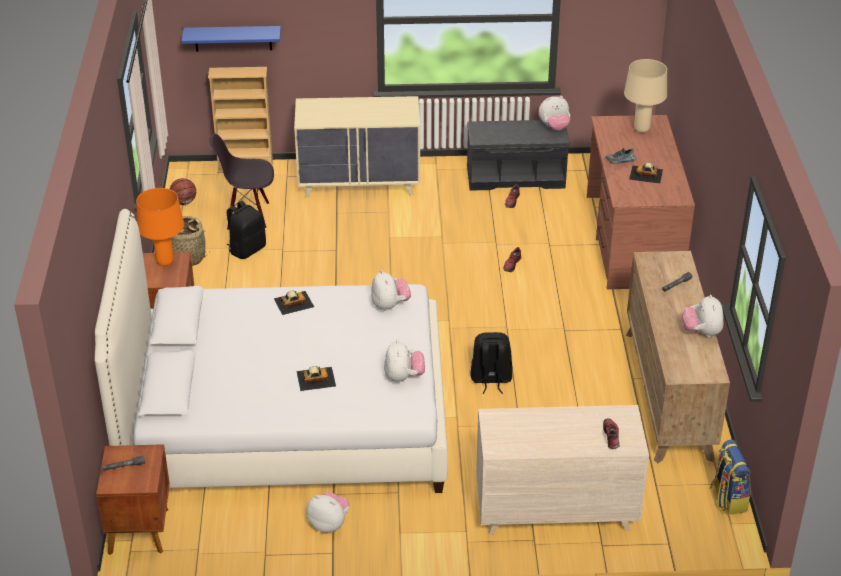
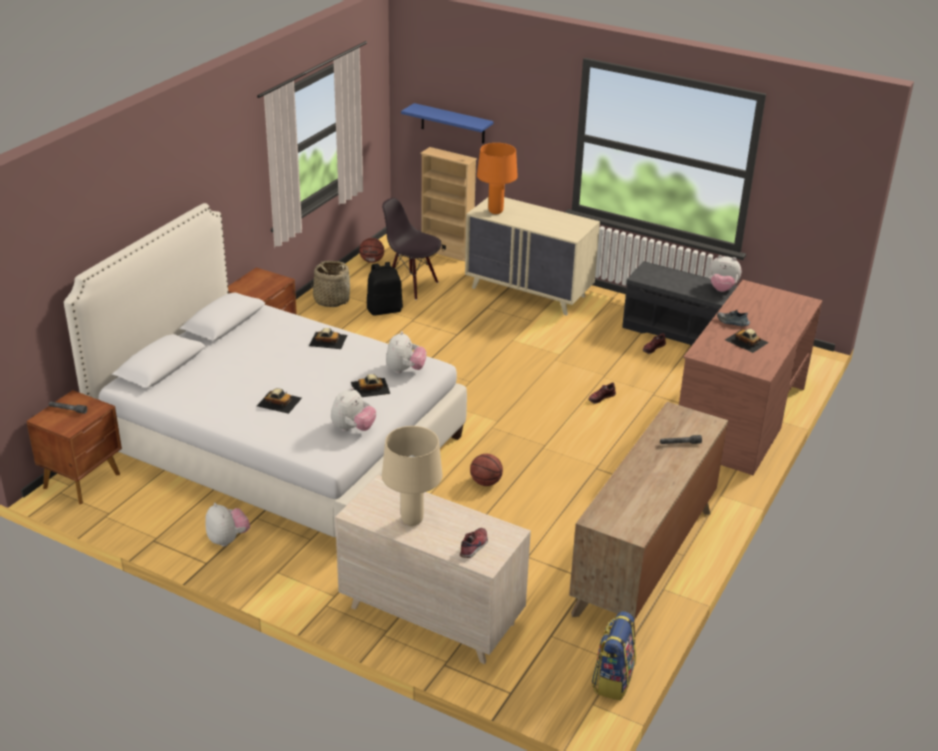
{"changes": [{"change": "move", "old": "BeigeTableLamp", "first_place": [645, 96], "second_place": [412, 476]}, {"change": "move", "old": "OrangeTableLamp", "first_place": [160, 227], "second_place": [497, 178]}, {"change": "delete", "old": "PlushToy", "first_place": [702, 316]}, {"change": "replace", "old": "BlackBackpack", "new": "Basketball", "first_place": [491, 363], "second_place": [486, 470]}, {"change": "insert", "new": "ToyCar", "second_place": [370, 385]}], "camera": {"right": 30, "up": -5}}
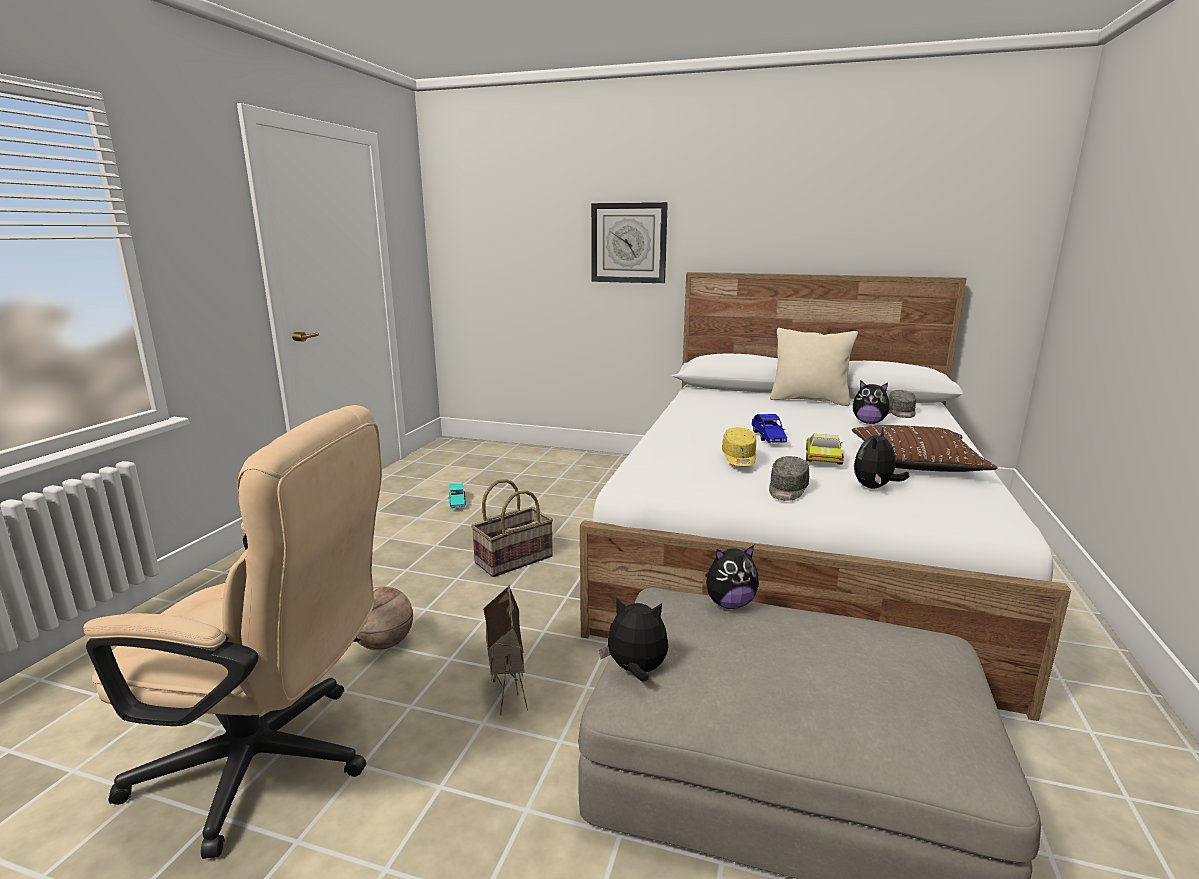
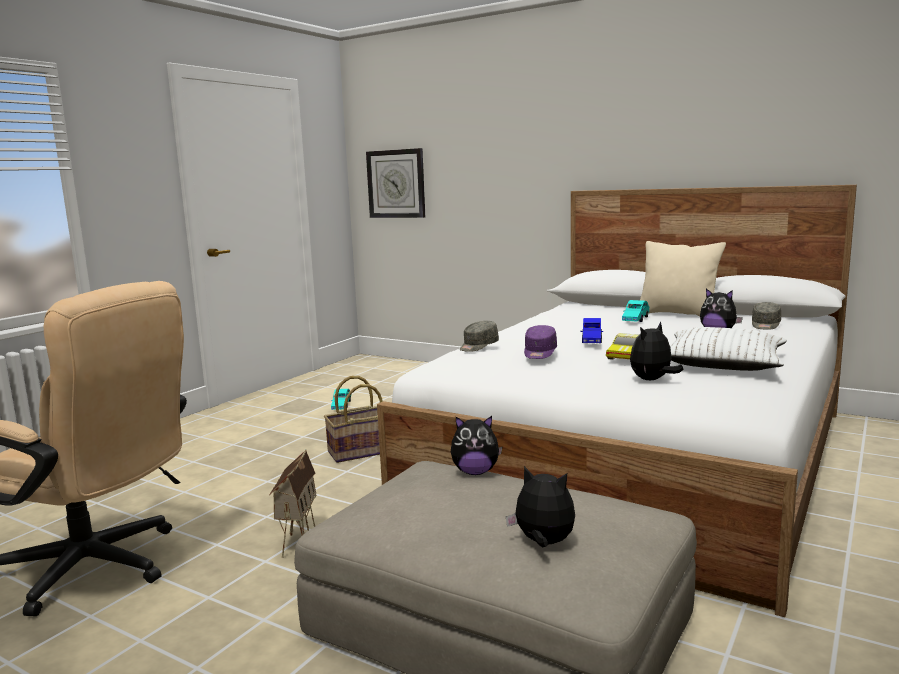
{"changes": [{"change": "move", "old": "WallClock", "first_place": [629, 242], "second_place": [395, 183]}, {"change": "recolor", "old": "BrownPillow", "new": "WhitePillow", "first_place": [925, 448], "second_place": [728, 349]}, {"change": "recolor", "old": "YellowCap", "new": "PurpleCap", "first_place": [739, 446], "second_place": [540, 342]}, {"change": "move", "old": "GreyCap", "first_place": [789, 478], "second_place": [479, 336]}, {"change": "delete", "old": "Basketball", "first_place": [385, 618]}, {"change": "move", "old": "PlushToy", "first_place": [633, 639], "second_place": [540, 507]}, {"change": "insert", "new": "TurquoiseToyCar", "second_place": [635, 311]}], "camera": {"right": 15, "up": -5}}
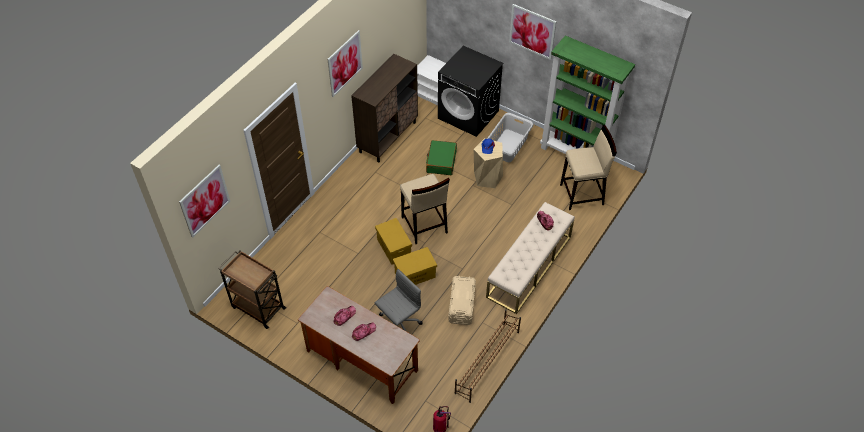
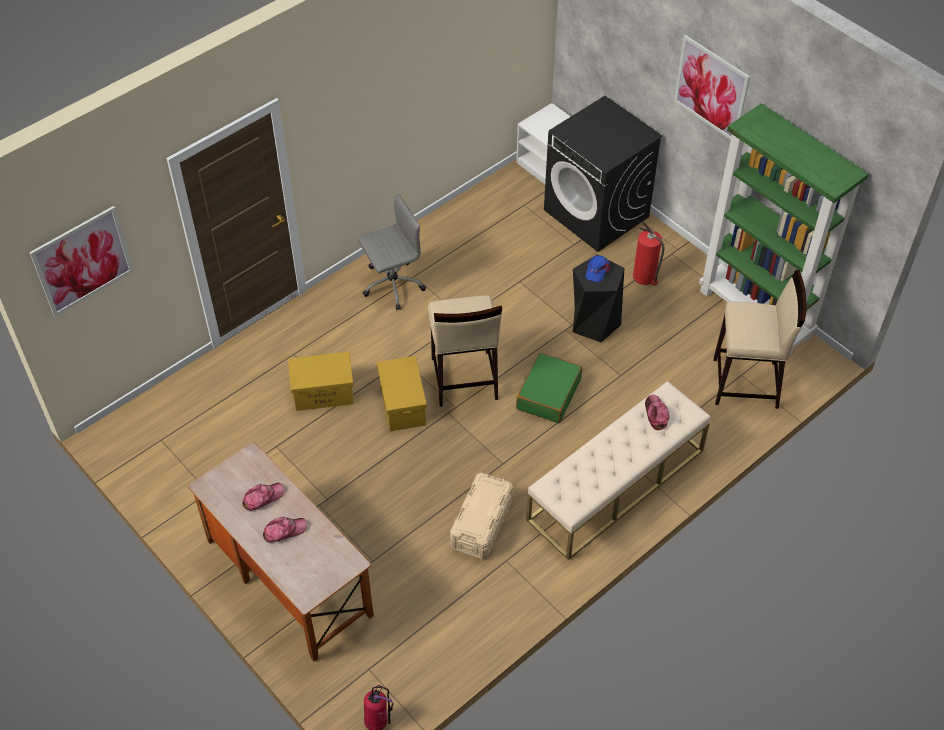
{"changes": [{"change": "delete", "old": "Picture", "first_place": [345, 63]}, {"change": "delete", "old": "BrownCabinet", "first_place": [384, 108]}, {"change": "replace", "old": "GreyLaundryBasket", "new": "FireExtinguisher", "first_place": [510, 137], "second_place": [649, 254]}, {"change": "recolor", "old": "BeigeStool", "new": "BlackStool", "first_place": [488, 163], "second_place": [598, 298]}, {"change": "move", "old": "GreenSuitcase", "first_place": [441, 157], "second_place": [549, 388]}, {"change": "move", "old": "YellowStorageBox", "first_place": [415, 266], "second_place": [321, 381]}, {"change": "delete", "old": "BrownCart", "first_place": [252, 289]}, {"change": "move", "old": "GreyOfficeChair", "first_place": [399, 300], "second_place": [392, 251]}, {"change": "delete", "old": "BrownShoeRack", "first_place": [487, 356]}], "camera": {"right": 15, "up": 0}}
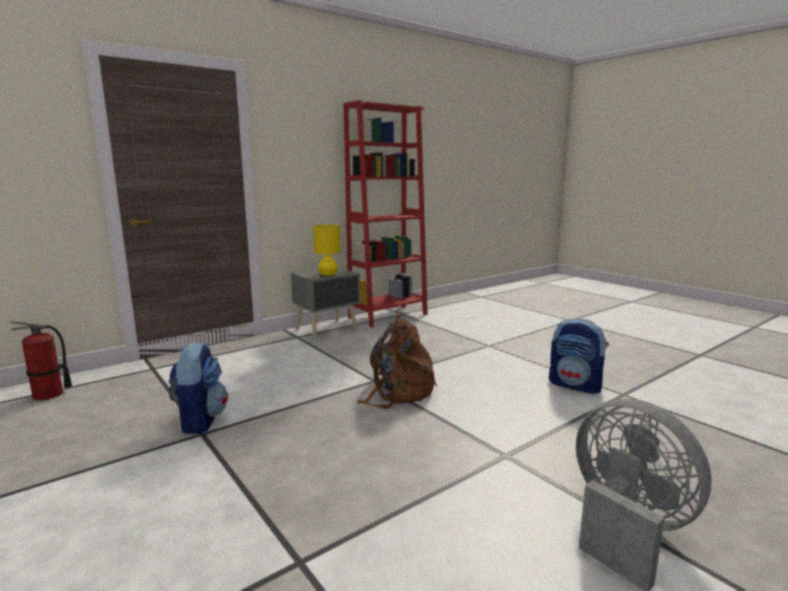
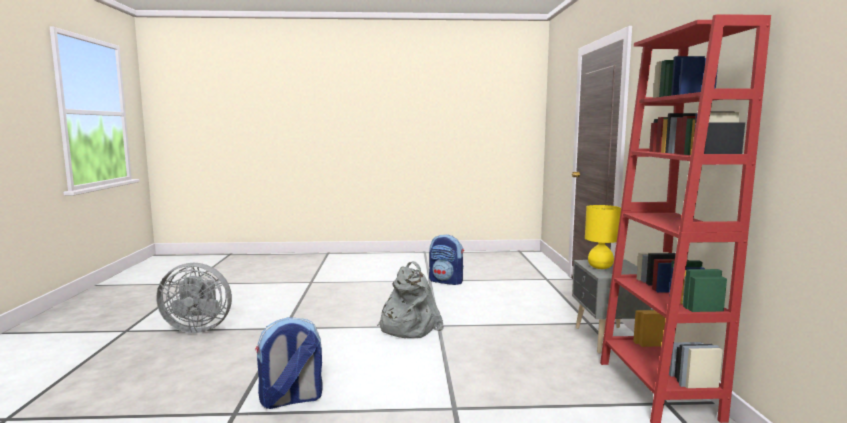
{"changes": [{"change": "recolor", "old": "BrownBackpack", "new": "GreyBackpack", "first_place": [397, 360], "second_place": [410, 299]}, {"change": "delete", "old": "FireExtinguisher", "first_place": [41, 361]}], "camera": {"right": 125, "up": -5}}
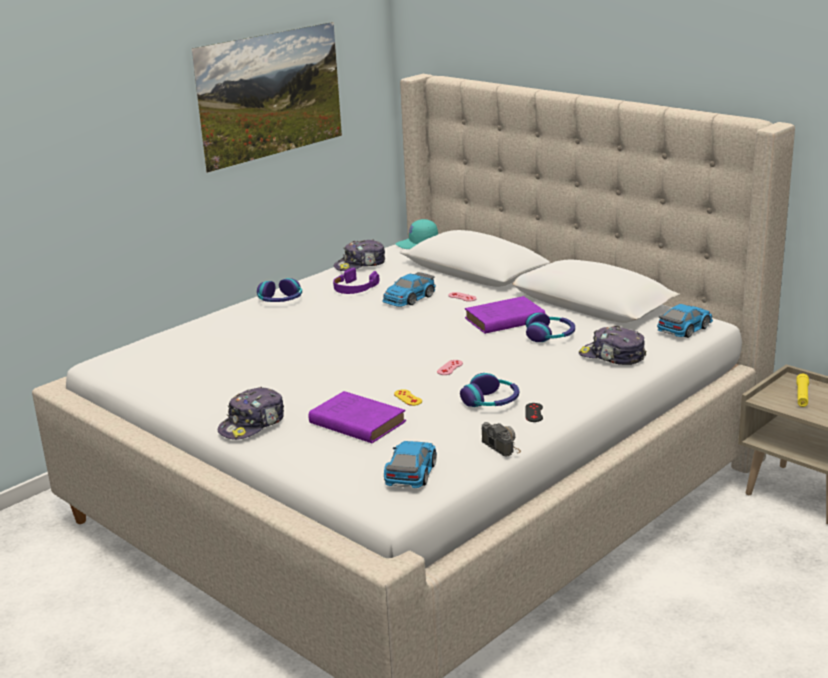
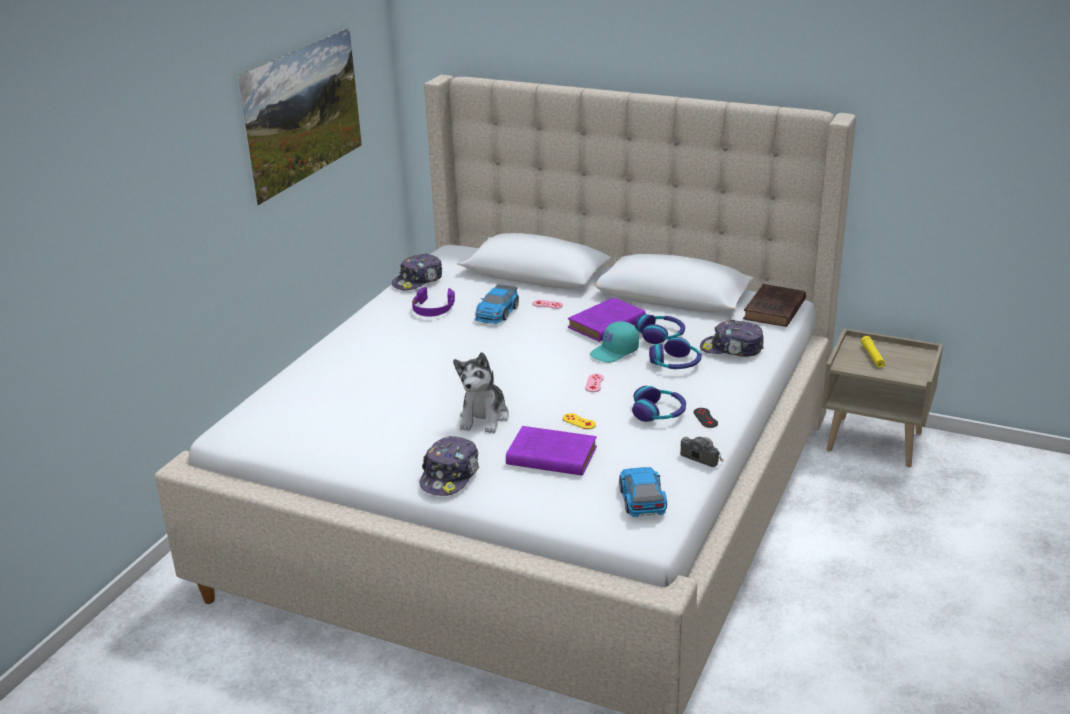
{"changes": [{"change": "move", "old": "TurquoiseCap", "first_place": [416, 234], "second_place": [614, 342]}, {"change": "move", "old": "Headphones", "first_place": [279, 290], "second_place": [675, 353]}, {"change": "replace", "old": "ToyCar", "new": "BrownBook", "first_place": [685, 321], "second_place": [774, 305]}, {"change": "insert", "new": "PlushToy", "second_place": [481, 392]}], "camera": {"right": -20, "up": 5}}
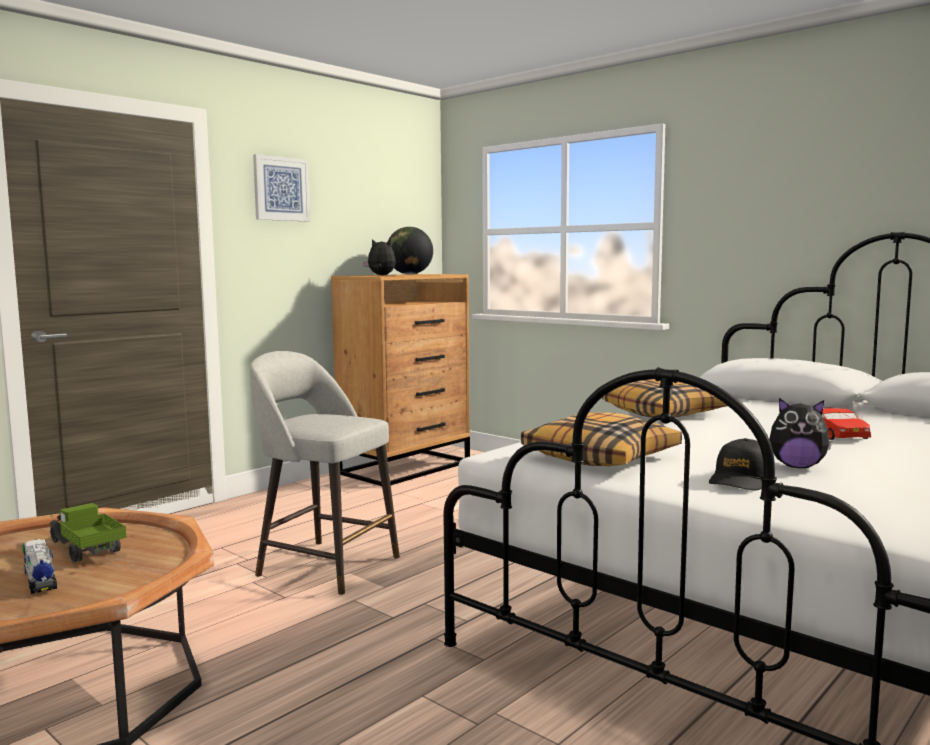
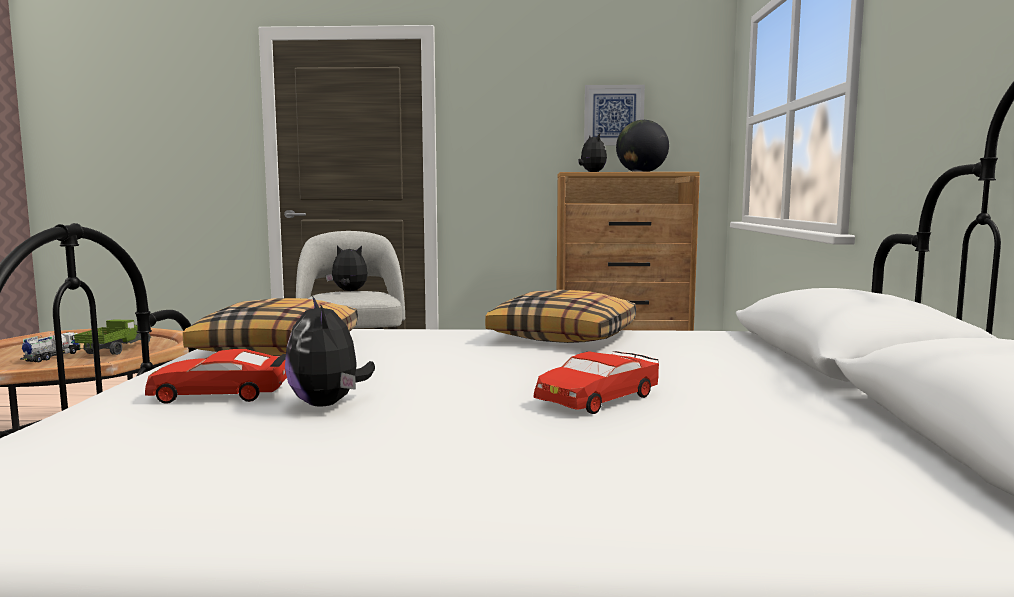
{"changes": [{"change": "move", "old": "Picture", "first_place": [281, 187], "second_place": [614, 115]}, {"change": "replace", "old": "BlackCap", "new": "RedToyCar", "first_place": [736, 464], "second_place": [216, 376]}, {"change": "insert", "new": "PlushToy", "second_place": [347, 268]}], "camera": {"right": 50, "up": 0}}
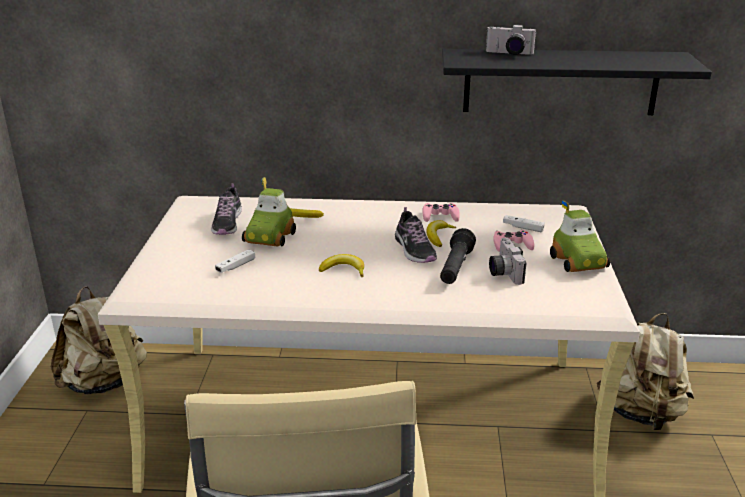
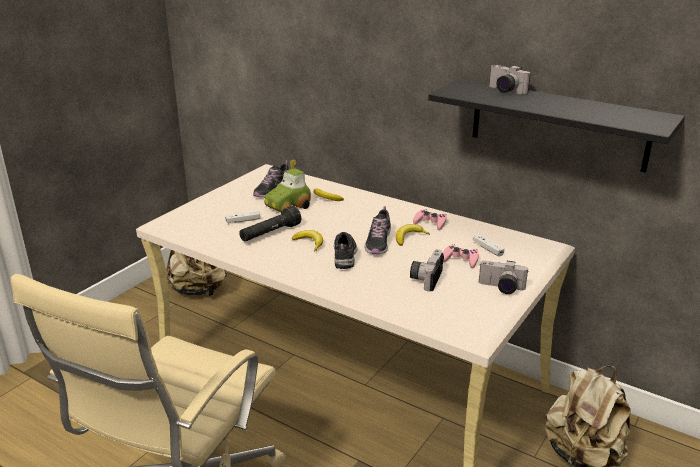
{"changes": [{"change": "replace", "old": "ToyCar", "new": "PhotoCamera", "first_place": [580, 236], "second_place": [504, 277]}, {"change": "move", "old": "BlackFlashlight", "first_place": [458, 256], "second_place": [270, 224]}, {"change": "insert", "new": "Shoe", "second_place": [345, 250]}], "camera": {"right": 30, "up": 0}}
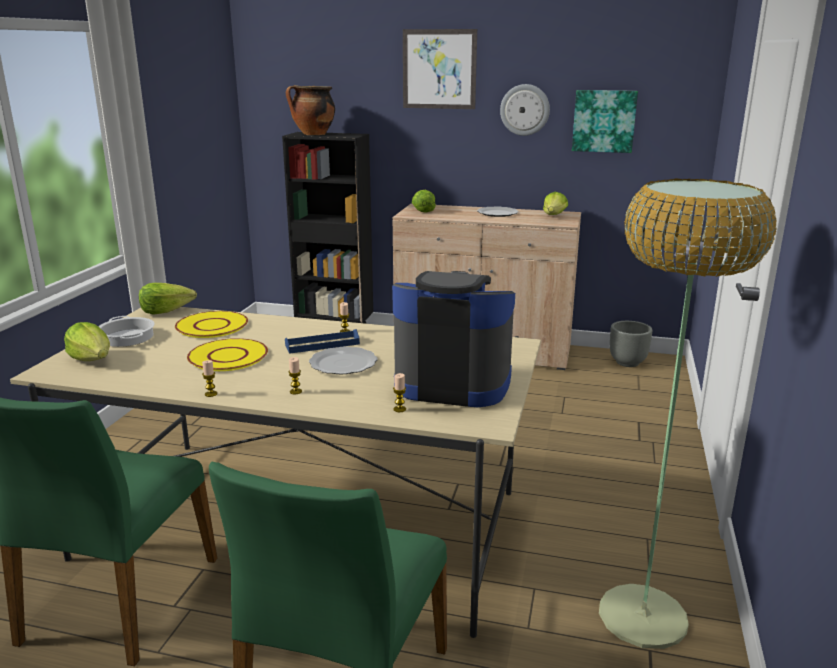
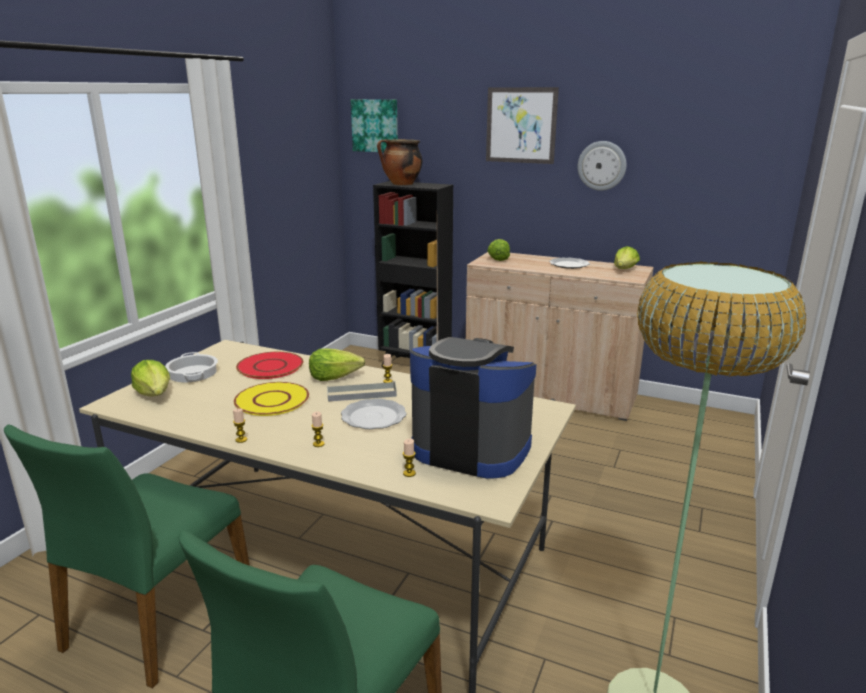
{"changes": [{"change": "move", "old": "Picture", "first_place": [605, 121], "second_place": [374, 125]}, {"change": "move", "old": "Lettuce", "first_place": [168, 299], "second_place": [337, 364]}, {"change": "recolor", "old": "YellowPlate", "new": "RedPlate", "first_place": [211, 324], "second_place": [269, 365]}, {"change": "delete", "old": "GreyPlanter", "first_place": [631, 344]}, {"change": "recolor", "old": "BlueTray", "new": "GreyTray", "first_place": [322, 341], "second_place": [362, 391]}], "camera": {"right": 10, "up": 0}}
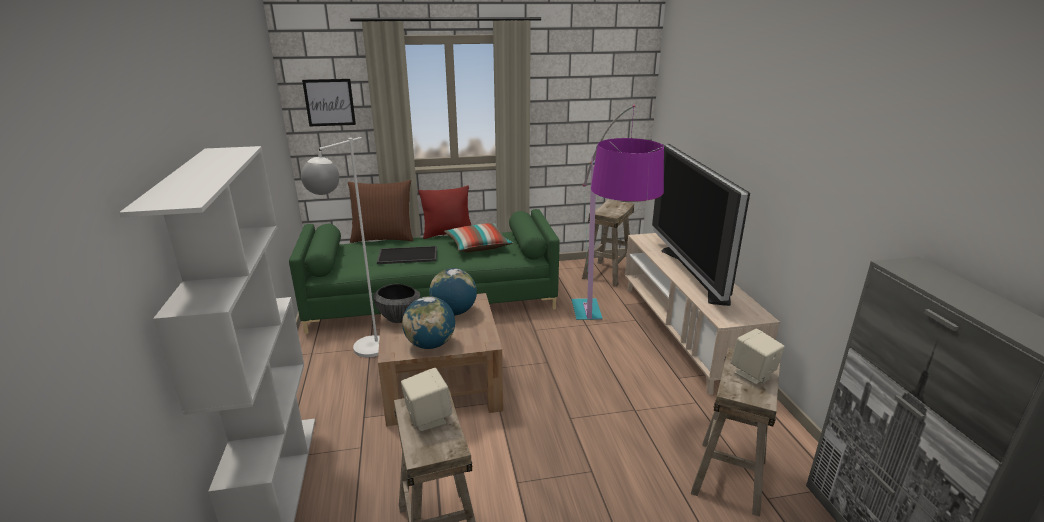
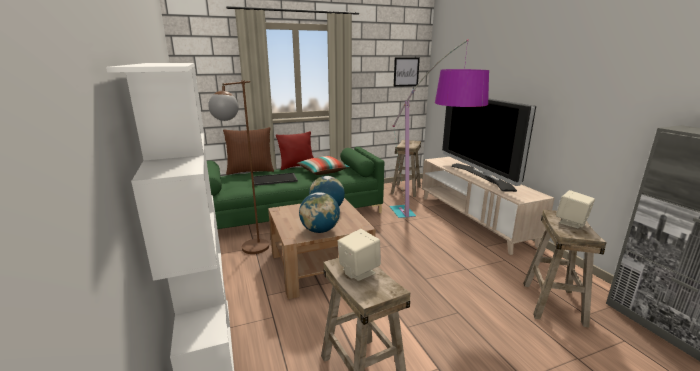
{"changes": [{"change": "move", "old": "Picture", "first_place": [329, 103], "second_place": [407, 72]}, {"change": "recolor", "old": "WhiteFloorLamp", "new": "BrownFloorLamp", "first_place": [340, 247], "second_place": [238, 167]}, {"change": "delete", "old": "Bowl", "first_place": [396, 303]}], "camera": {"right": -10, "up": -5}}
